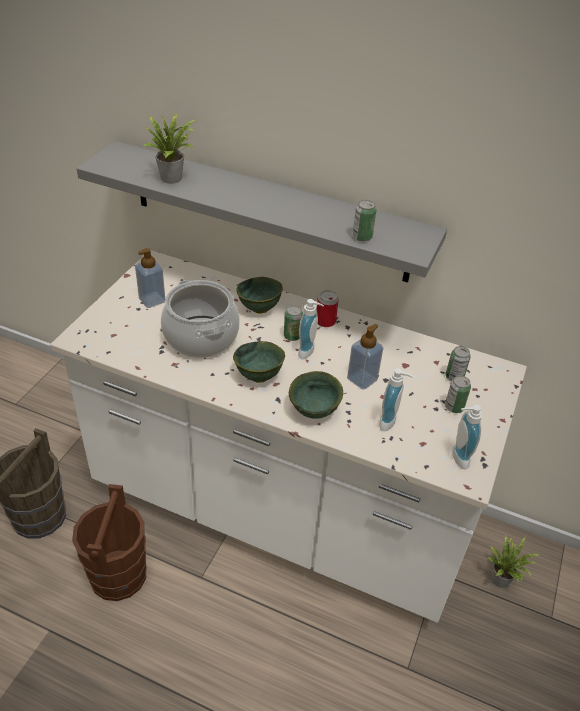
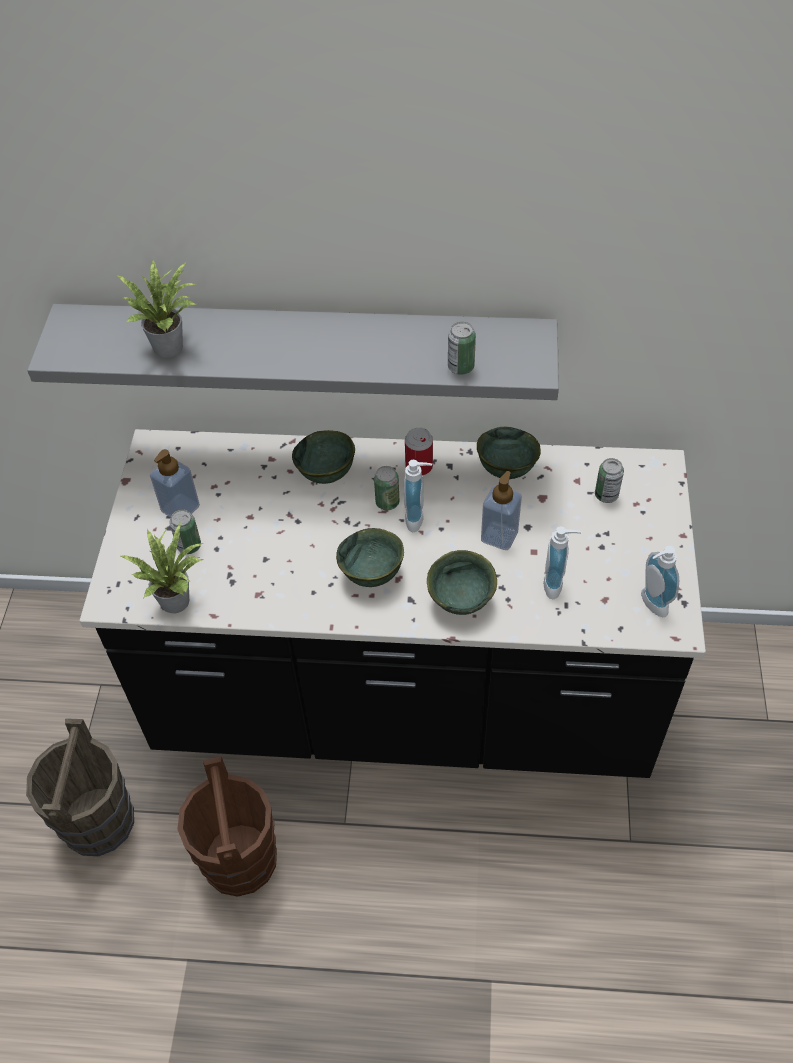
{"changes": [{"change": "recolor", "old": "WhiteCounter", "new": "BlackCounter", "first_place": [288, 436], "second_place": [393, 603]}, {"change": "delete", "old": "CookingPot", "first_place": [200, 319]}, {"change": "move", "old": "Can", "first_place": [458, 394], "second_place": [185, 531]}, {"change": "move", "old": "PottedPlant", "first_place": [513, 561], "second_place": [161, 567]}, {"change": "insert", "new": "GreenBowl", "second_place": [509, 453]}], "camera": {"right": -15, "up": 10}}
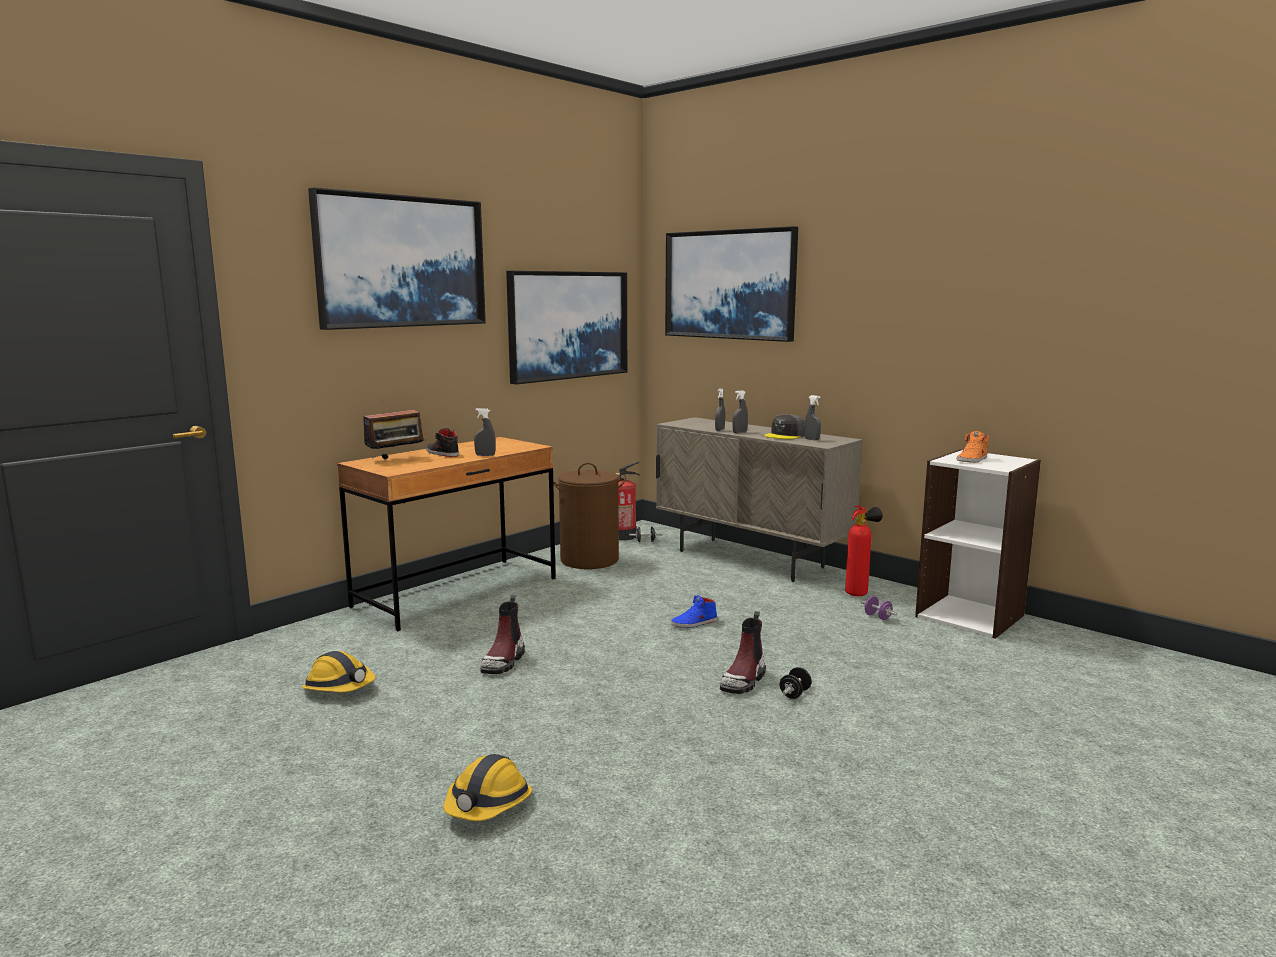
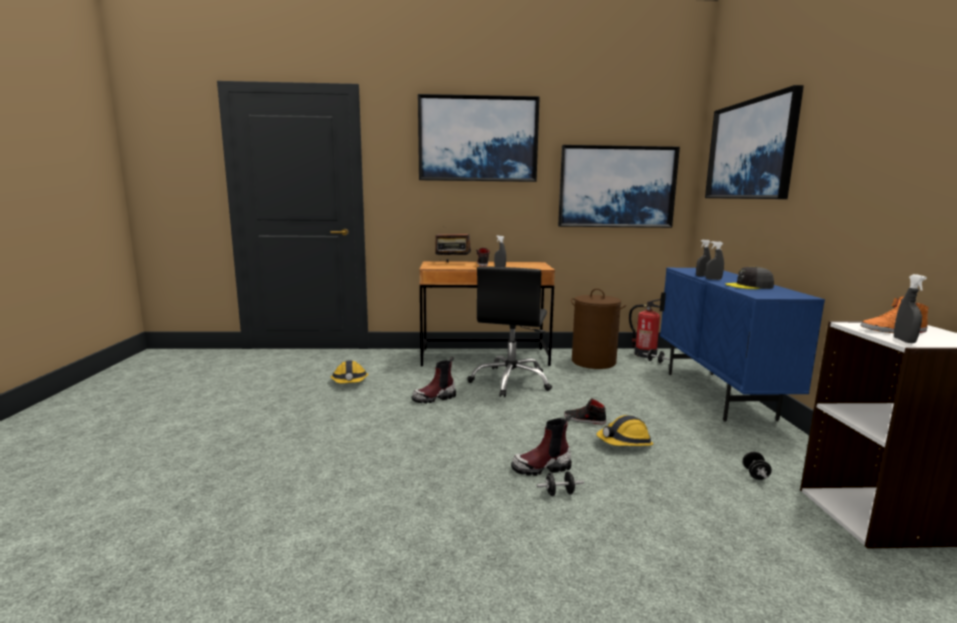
{"changes": [{"change": "move", "old": "GreySprayBottle", "first_place": [812, 417], "second_place": [910, 308]}, {"change": "recolor", "old": "BeigeCabinet", "new": "BlueCabinet", "first_place": [759, 499], "second_place": [742, 345]}, {"change": "delete", "old": "FireExtinguisher", "first_place": [864, 550]}, {"change": "recolor", "old": "BlueShoe", "new": "BlackShoe", "first_place": [694, 611], "second_place": [585, 411]}, {"change": "recolor", "old": "PurpleDumbbell", "new": "BlackDumbbell", "first_place": [879, 608], "second_place": [757, 466]}, {"change": "move", "old": "HardHat", "first_place": [487, 787], "second_place": [624, 430]}, {"change": "insert", "new": "BlackOfficeChair", "second_place": [509, 331]}], "camera": {"right": 45, "up": 0}}
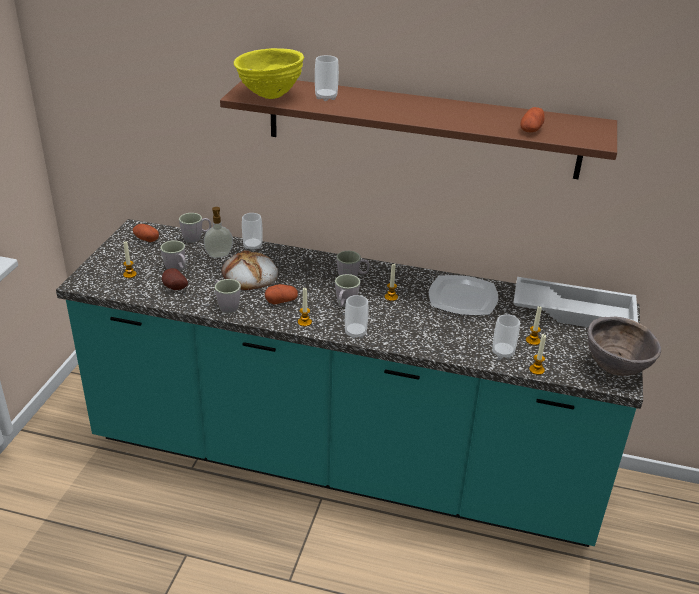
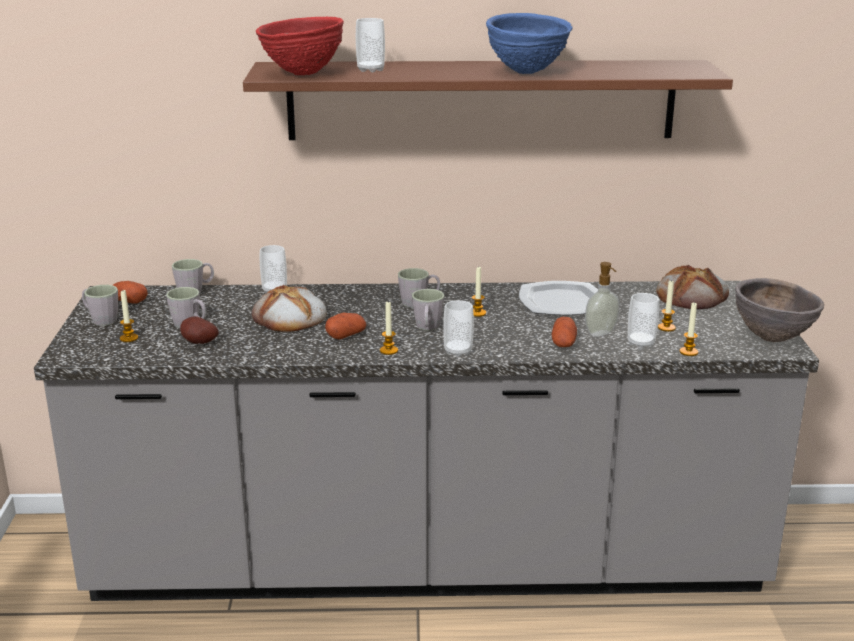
{"changes": [{"change": "recolor", "old": "YellowBowl", "new": "RedBowl", "first_place": [269, 73], "second_place": [300, 46]}, {"change": "move", "old": "Potato", "first_place": [533, 119], "second_place": [564, 332]}, {"change": "move", "old": "SoapDispenser", "first_place": [218, 232], "second_place": [602, 299]}, {"change": "recolor", "old": "TurquoiseCounter", "new": "GreyCounter", "first_place": [349, 383], "second_place": [426, 441]}, {"change": "replace", "old": "WhiteTray", "new": "Bread", "first_place": [575, 302], "second_place": [692, 287]}, {"change": "move", "old": "GreyMug", "first_place": [228, 296], "second_place": [100, 305]}, {"change": "insert", "new": "BlueBowl", "second_place": [529, 43]}], "camera": {"right": -15, "up": -10}}
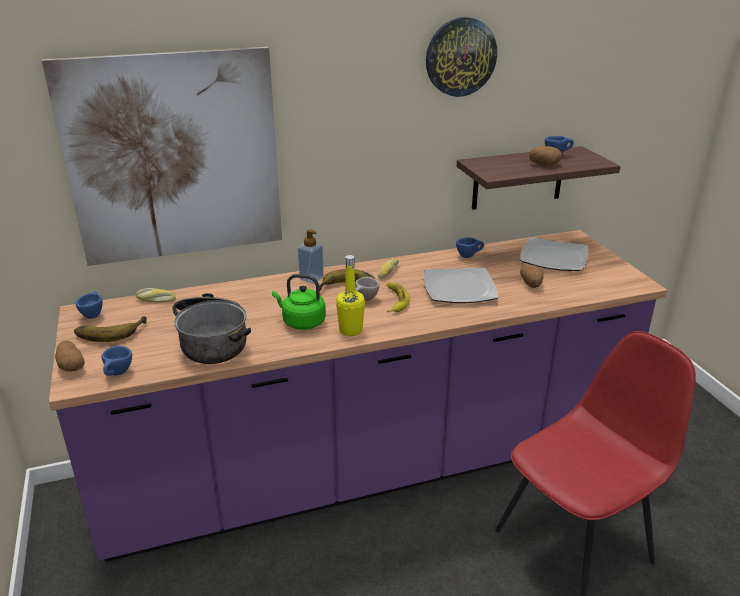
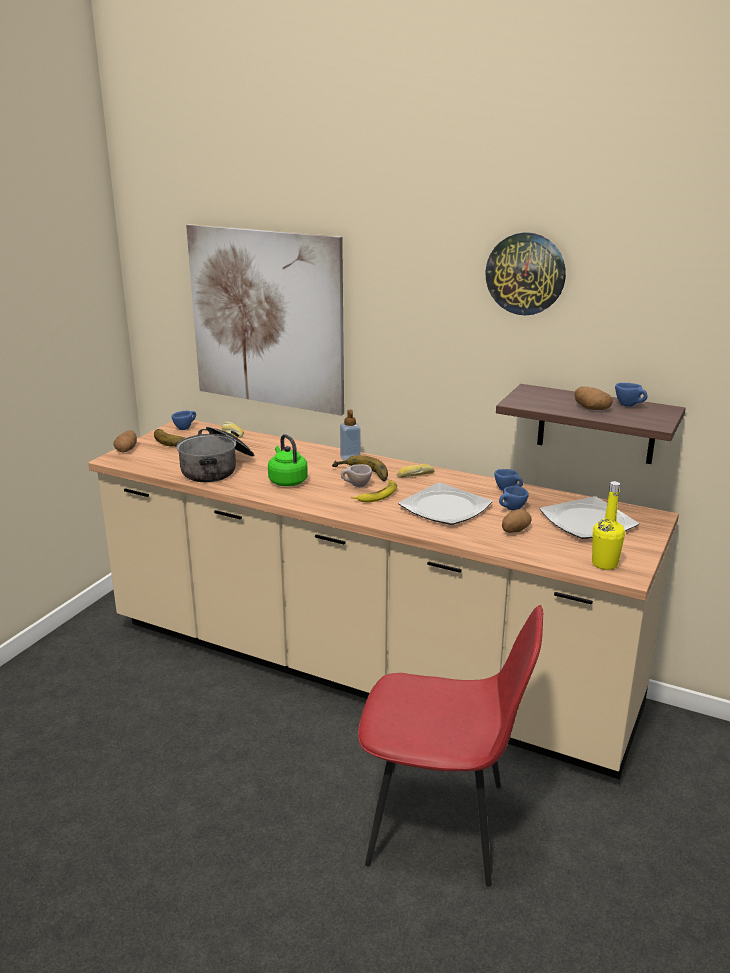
{"changes": [{"change": "recolor", "old": "PurpleCounter", "new": "BeigeCounter", "first_place": [358, 396], "second_place": [383, 599]}, {"change": "move", "old": "YellowBottle", "first_place": [350, 295], "second_place": [608, 525]}, {"change": "move", "old": "BlueCup", "first_place": [116, 361], "second_place": [514, 498]}], "camera": {"right": 45, "up": -5}}
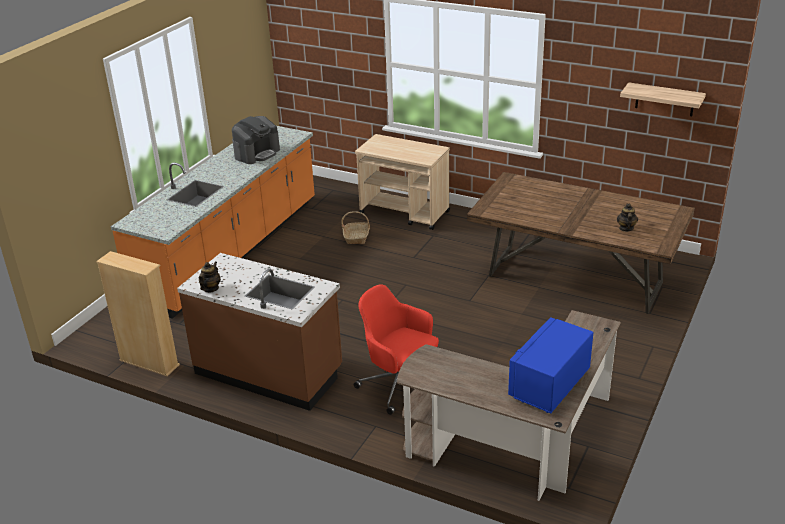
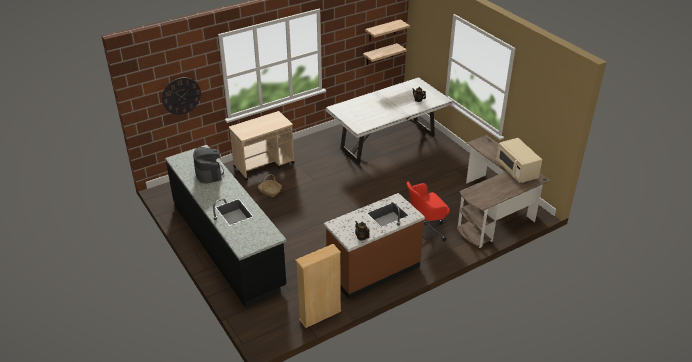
{"changes": [{"change": "recolor", "old": "OrangeCounter", "new": "BlackCounter", "first_place": [213, 222], "second_place": [226, 226]}, {"change": "recolor", "old": "BrownDiningTable", "new": "WhiteDiningTable", "first_place": [581, 243], "second_place": [389, 120]}, {"change": "recolor", "old": "BlueMicrowave", "new": "BeigeMicrowave", "first_place": [551, 365], "second_place": [519, 160]}, {"change": "insert", "new": "Shelf", "second_place": [385, 54]}, {"change": "insert", "new": "WallClock", "second_place": [181, 96]}], "camera": {"right": -60, "up": 5}}
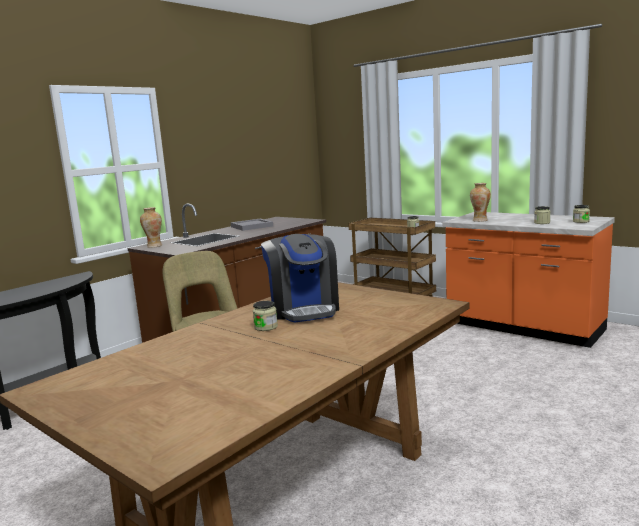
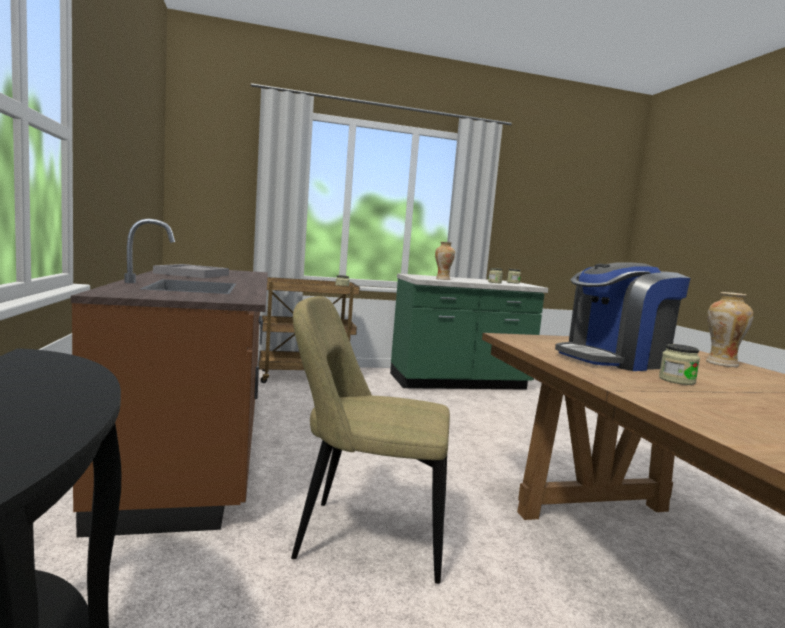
{"changes": [{"change": "move", "old": "Vase", "first_place": [151, 227], "second_place": [730, 329]}, {"change": "recolor", "old": "OrangeCounter", "new": "GreenCounter", "first_place": [529, 280], "second_place": [469, 331]}, {"change": "rotate", "old": "CoffeeMachine", "first_place": [300, 278], "second_place": [622, 316], "degrees": 135}], "camera": {"right": -55, "up": -5}}
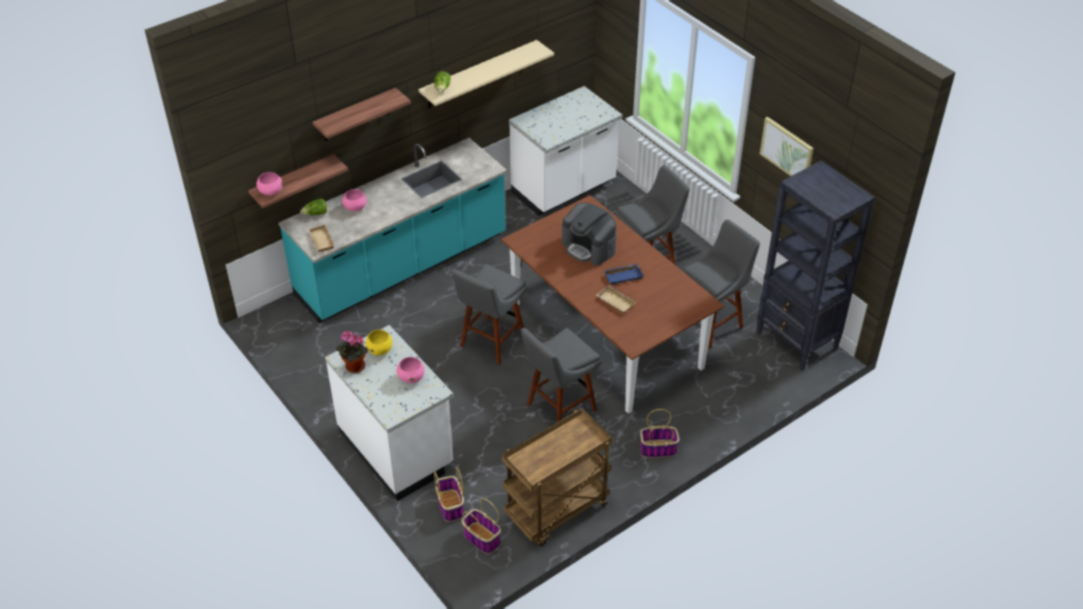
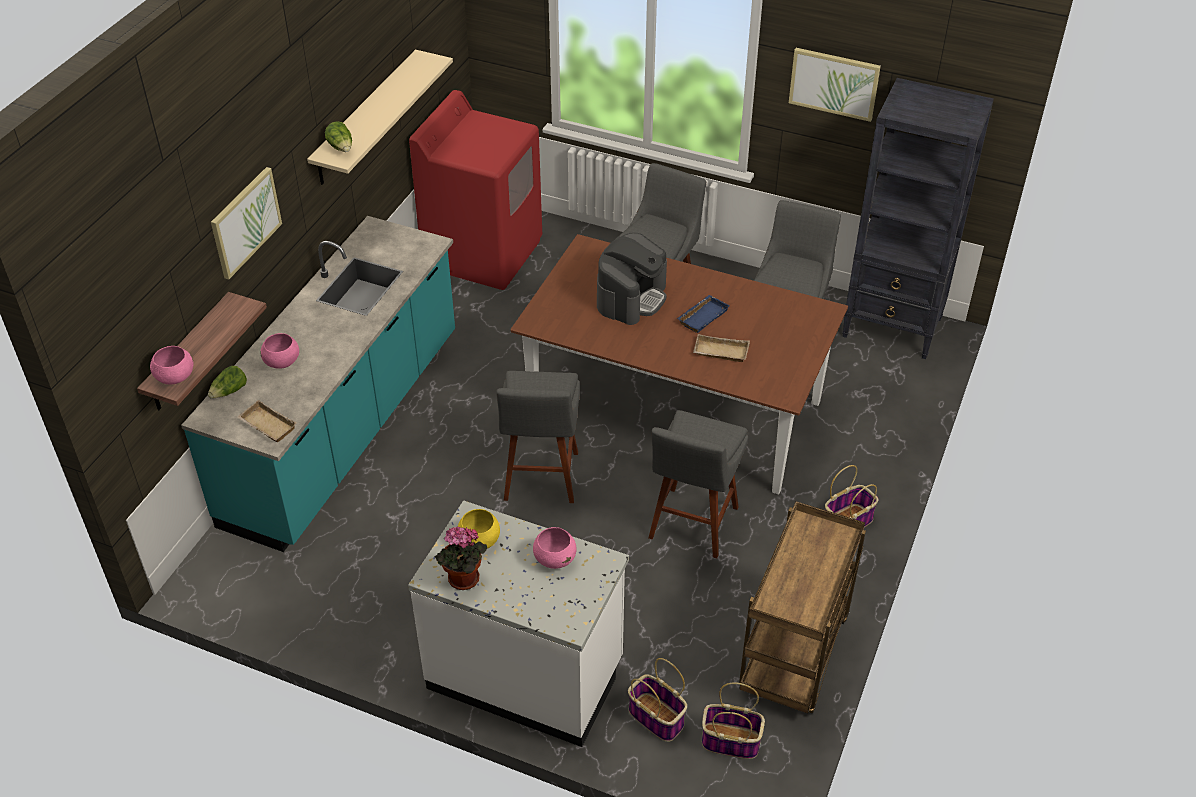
{"changes": [{"change": "replace", "old": "WhiteCounter", "new": "RedWashingMachine", "first_place": [565, 151], "second_place": [475, 190]}, {"change": "replace", "old": "Shelf", "new": "Picture", "first_place": [362, 114], "second_place": [246, 223]}, {"change": "rotate", "old": "CoffeeMachine", "first_place": [589, 234], "second_place": [632, 279], "degrees": -75}], "camera": {"right": -30, "up": 0}}
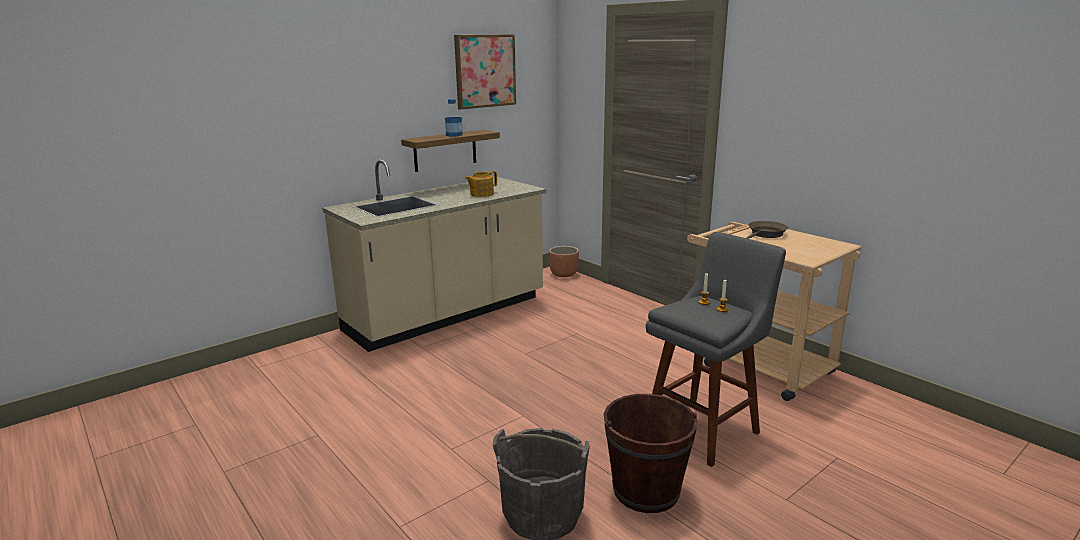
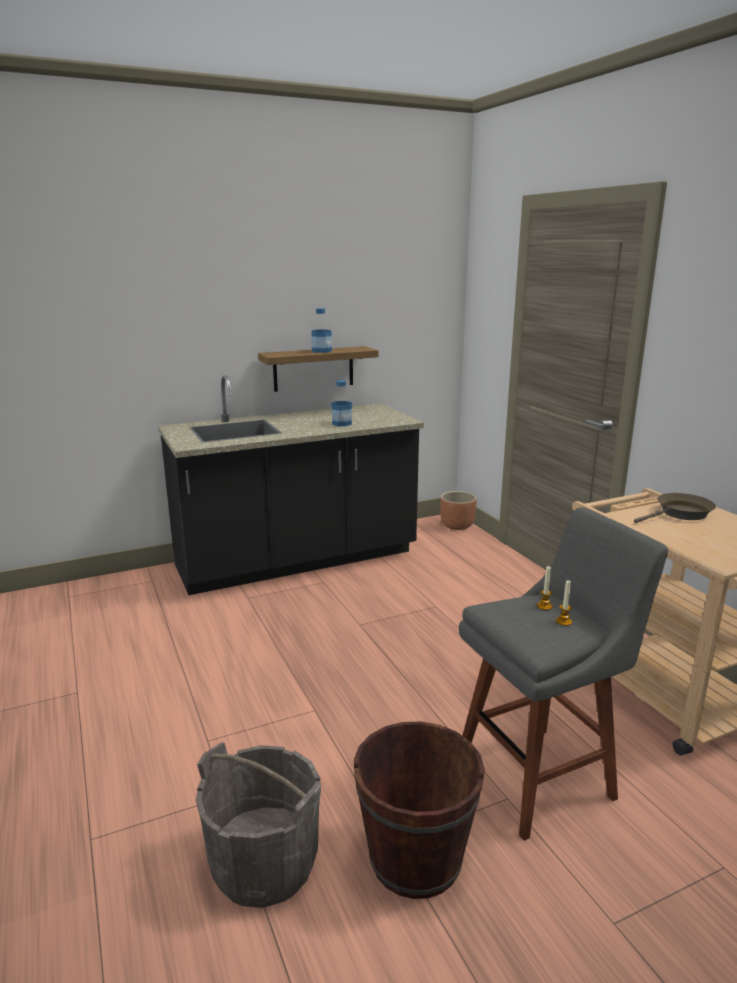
{"changes": [{"change": "delete", "old": "Picture", "first_place": [485, 71]}, {"change": "recolor", "old": "BeigeCounter", "new": "BlackCounter", "first_place": [434, 256], "second_place": [291, 485]}, {"change": "replace", "old": "Teapot", "new": "Bottle", "first_place": [481, 184], "second_place": [342, 403]}], "camera": {"right": 15, "up": 0}}
